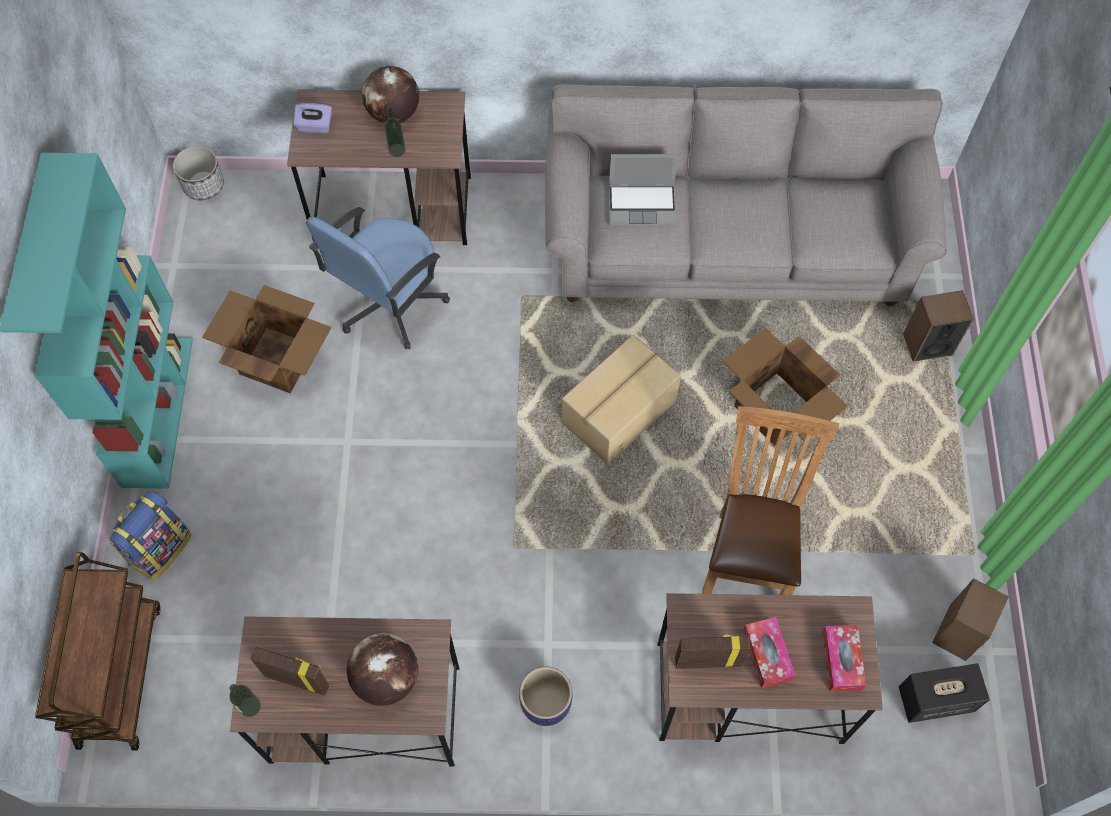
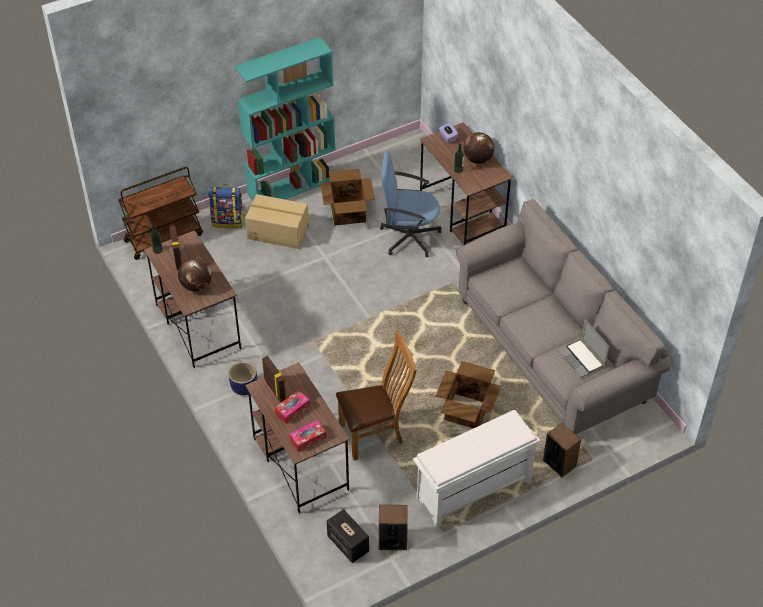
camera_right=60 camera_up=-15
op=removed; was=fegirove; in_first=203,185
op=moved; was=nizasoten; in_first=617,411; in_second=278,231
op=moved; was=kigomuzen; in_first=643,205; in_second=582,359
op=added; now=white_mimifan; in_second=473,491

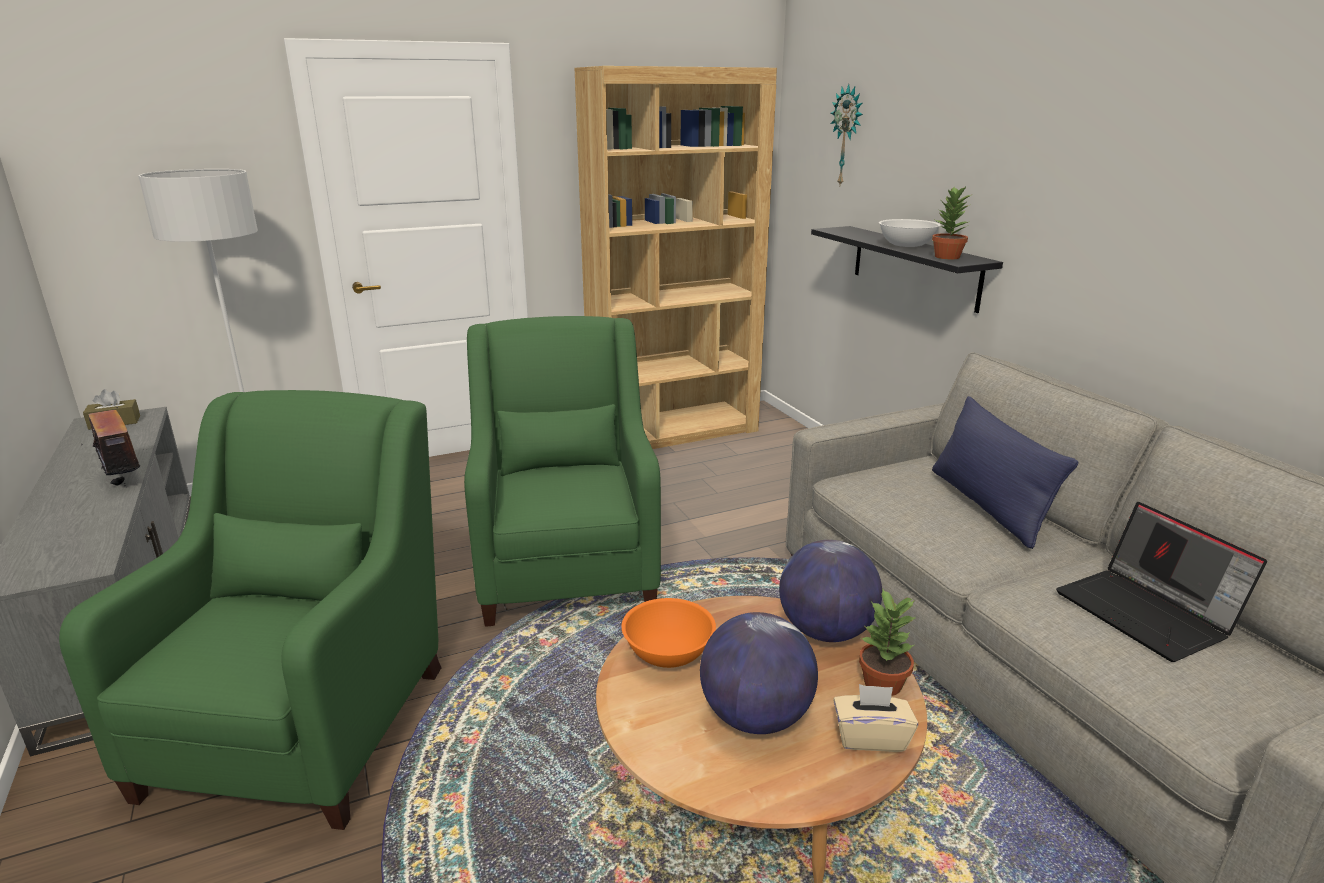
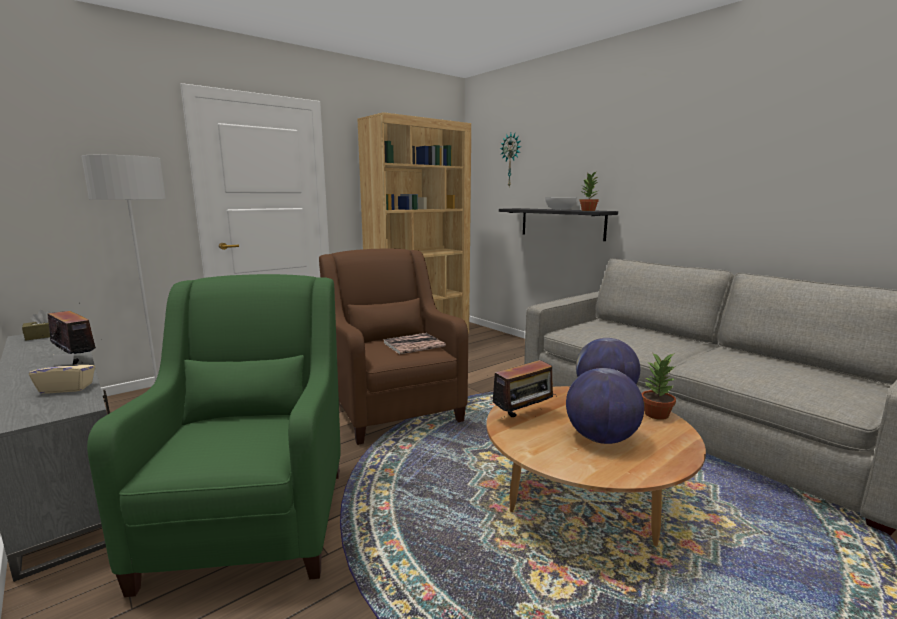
camera_right=-15 camera_up=-10
op=recoloured; was=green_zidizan; now=brown_zidizan; in_first=567,565; in_second=393,406
op=replaced; was=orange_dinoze; now=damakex; in_first=668,652; in_second=523,416
op=moved; was=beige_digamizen; in_first=870,737; in_second=67,388
op=removed; was=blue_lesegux; in_first=987,505
op=removed; was=kigomuzen; in_first=1147,613
op=added; now=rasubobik; in_second=414,344

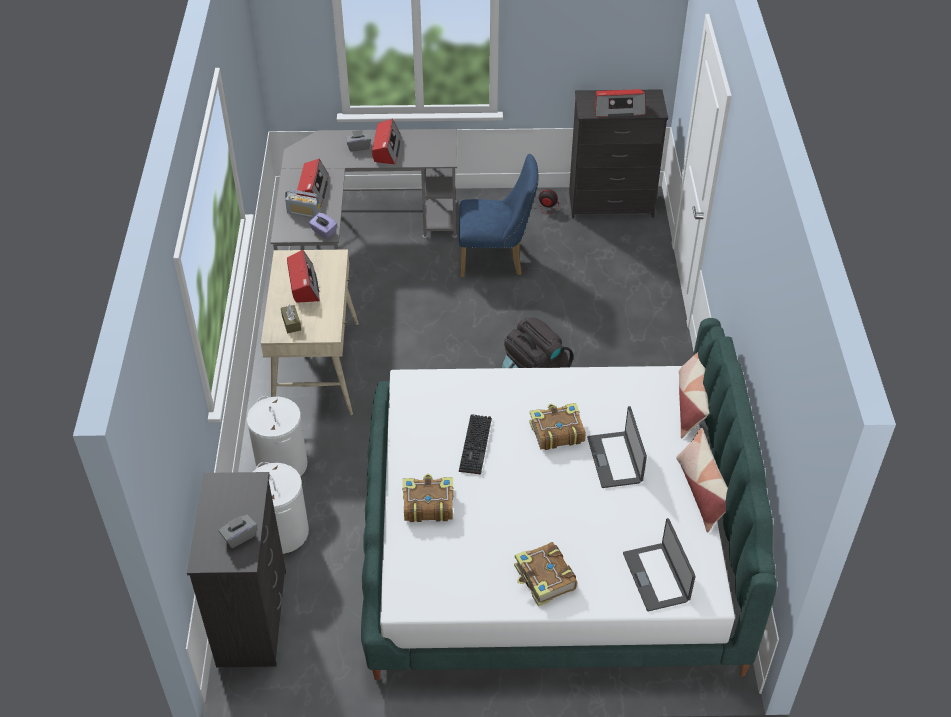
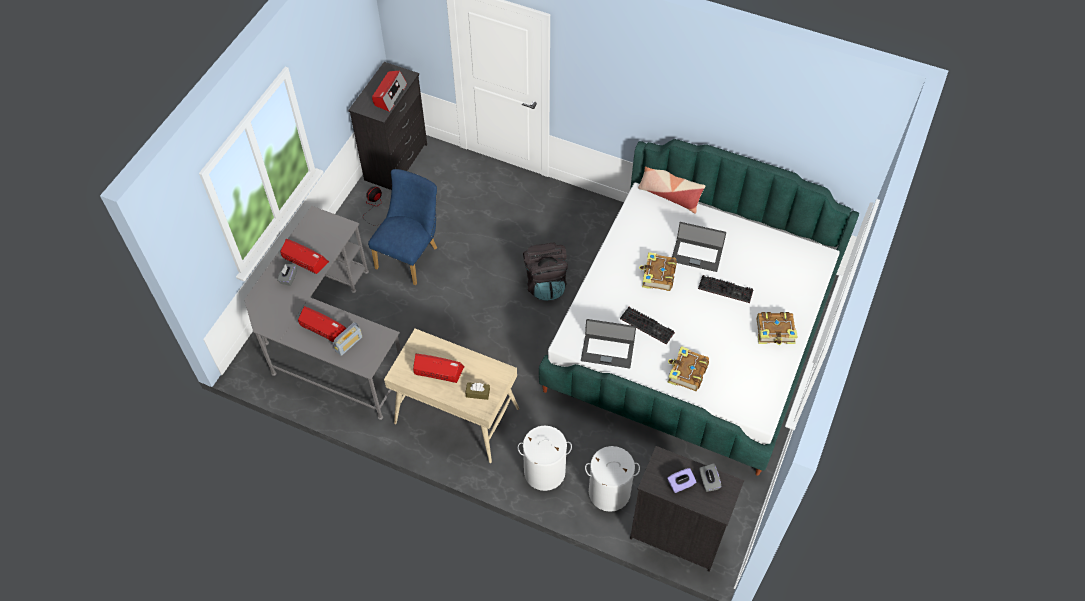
camera_right=-65 camera_up=10
op=moved; was=purple_digamizen; in_first=323,231; in_second=680,484
op=moved; was=kigomuzen; in_first=657,577; in_second=607,351
op=removed; was=lesegux; in_first=702,491
op=added; now=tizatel; in_second=726,289

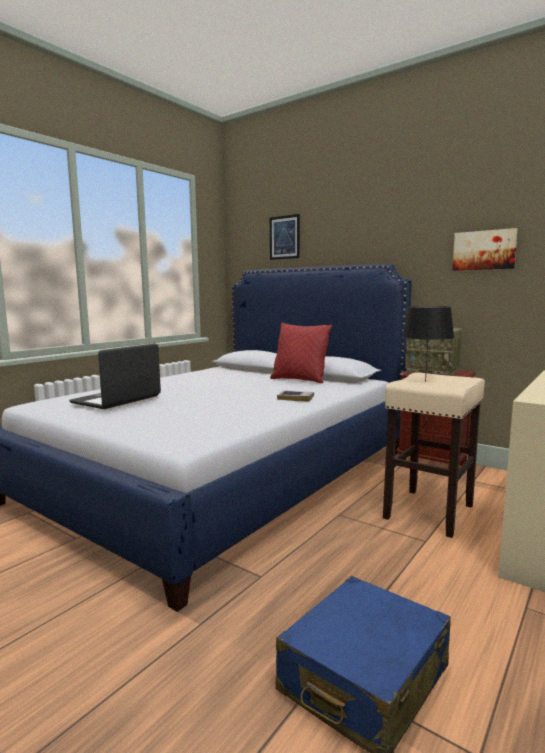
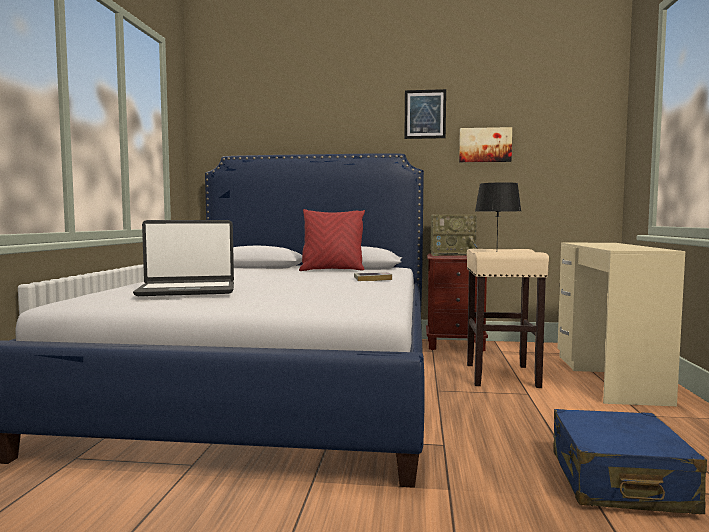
camera_right=-30 camera_up=-5
op=turned; was=kigomuzen; in_first=117,400; in_second=187,290; clockwise=-105
op=moved; was=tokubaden; in_first=284,237; in_second=425,114

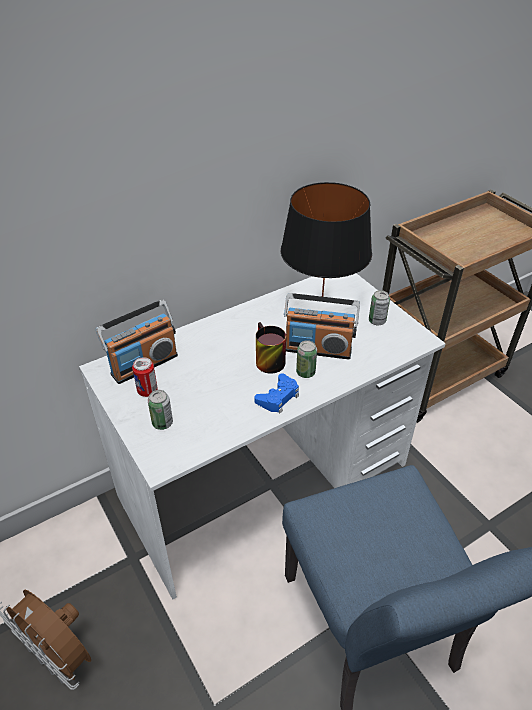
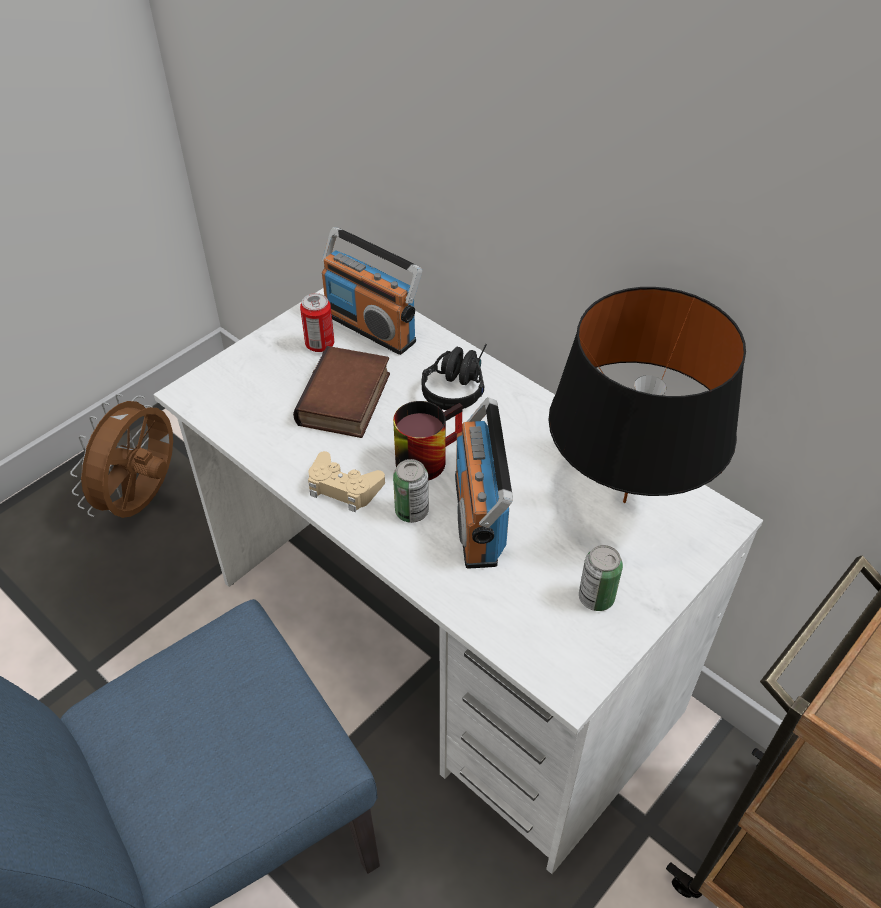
camera_right=75 camera_up=5
op=removed; was=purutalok; in_first=162,423
op=recoloured; was=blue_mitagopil; now=beige_mitagopil; in_first=278,397; in_second=343,487
op=added; now=rasubobik; in_second=346,401
op=added; now=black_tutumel; in_second=458,384

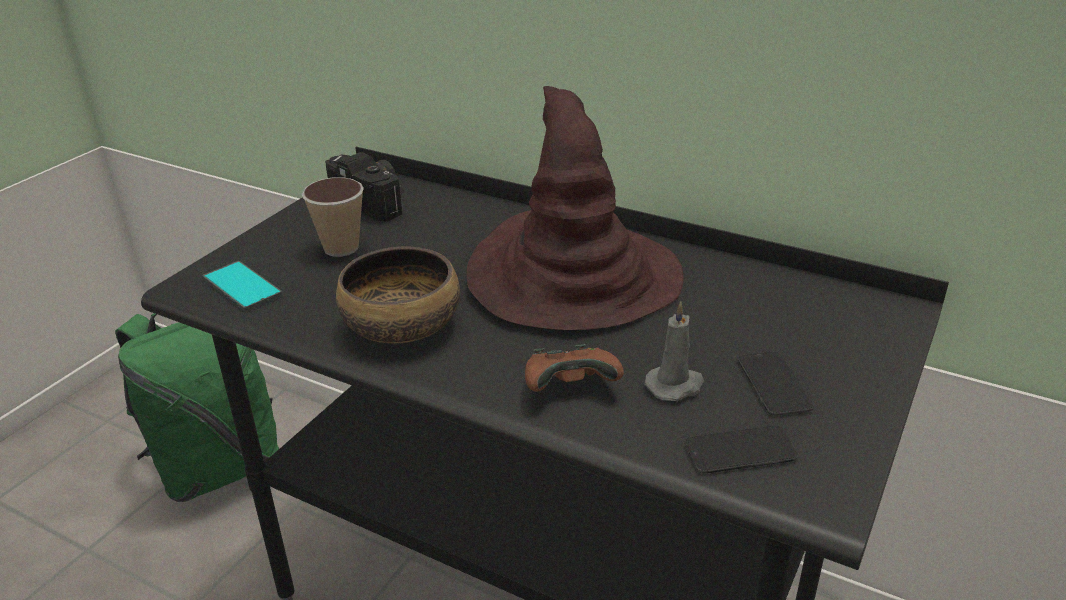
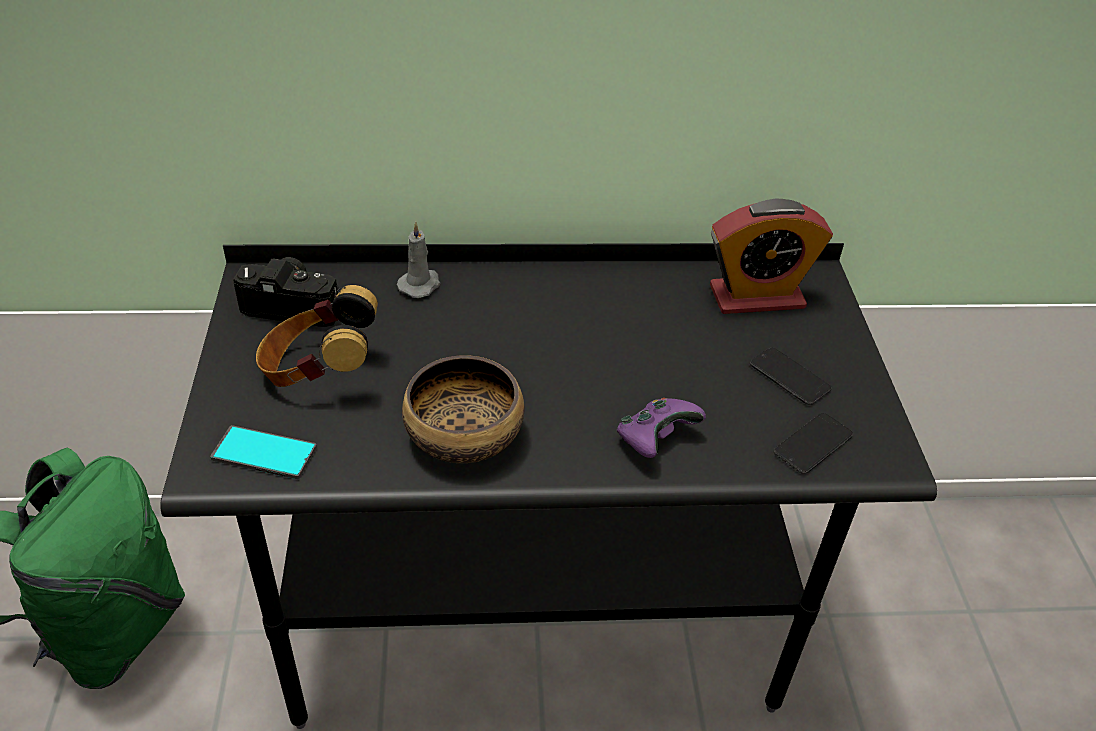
camera_right=-35 camera_up=10
op=replaced; was=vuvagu; now=tutumel; in_first=341,248; in_second=319,372
op=removed; was=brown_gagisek; in_first=572,277
op=recoloured; was=brown_mitagopil; now=purple_mitagopil; in_first=570,388; in_second=655,440
op=moved; was=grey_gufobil; in_first=675,385; in_second=420,284
op=added; now=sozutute; in_second=757,297

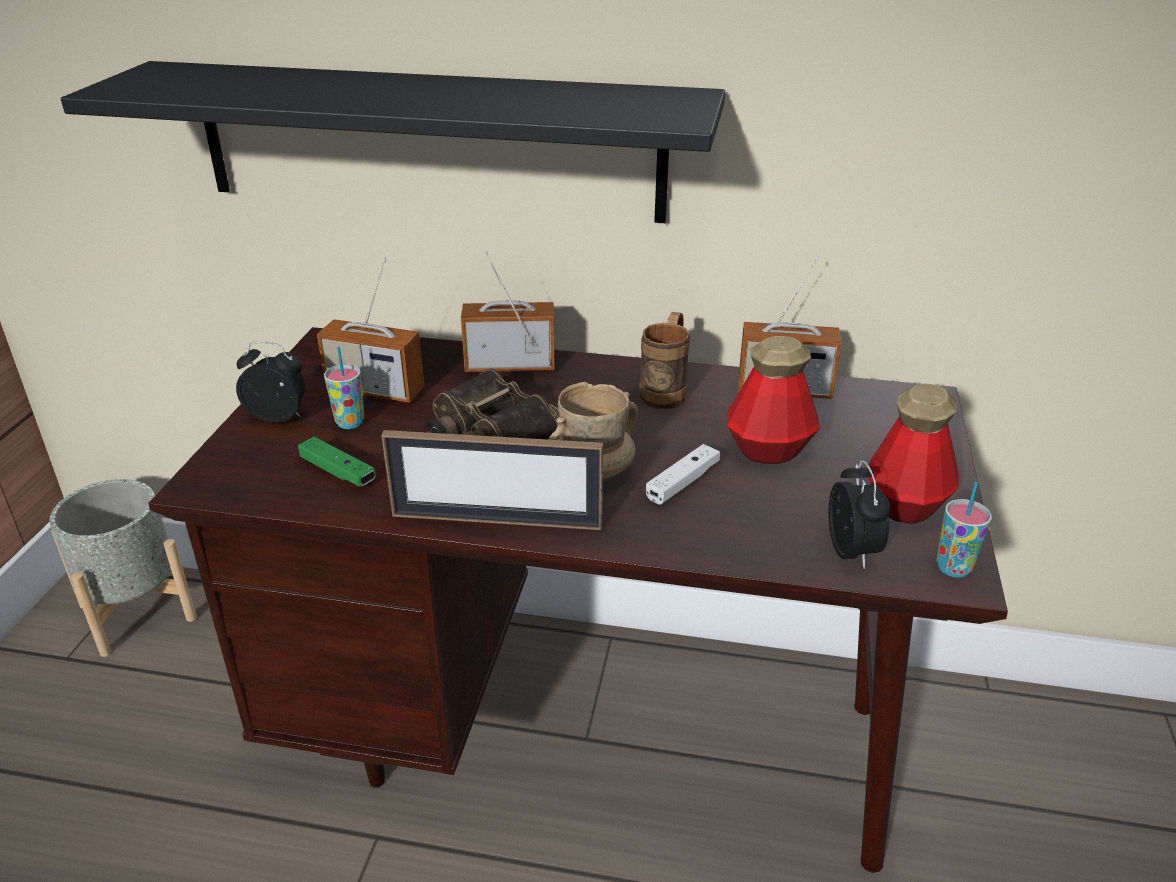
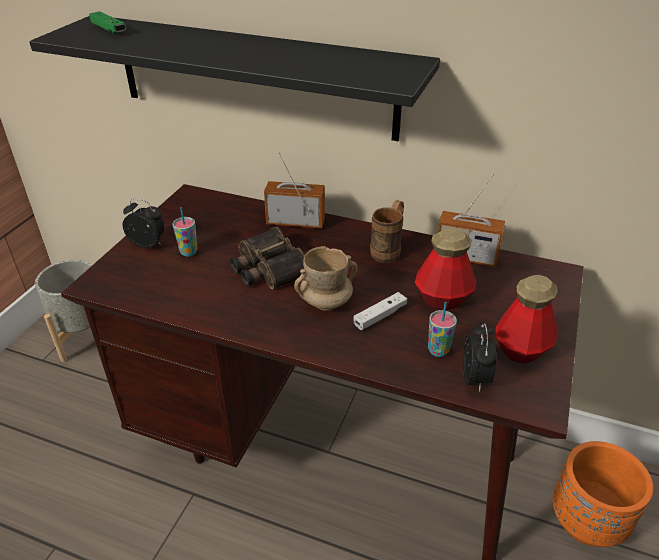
camera_right=10 camera_up=5
op=moved; was=green_mitagopil; in_first=338,472; in_second=109,29
op=removed; was=damakex; in_first=375,390
op=removed; was=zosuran; in_first=496,520
op=moved; was=vuvagu; in_first=953,568; in_second=438,350
op=added; now=orange_fegirove; in_second=587,521

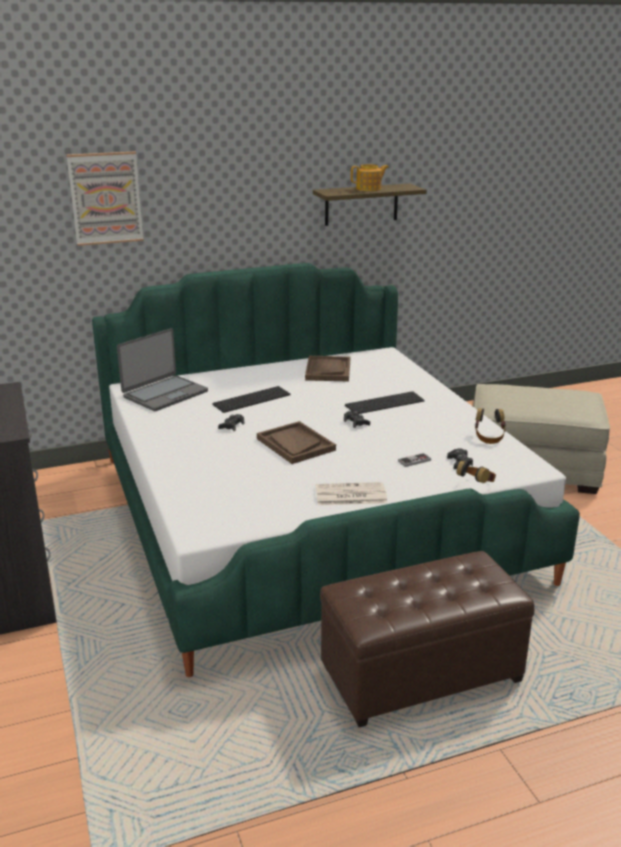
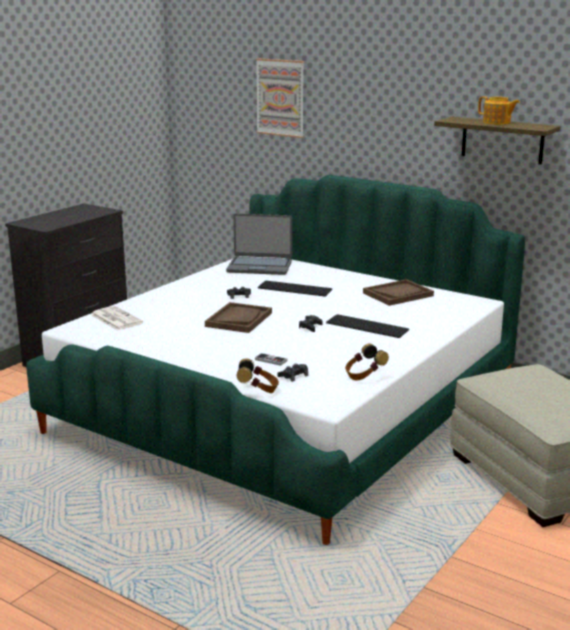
camera_right=55 camera_up=-5
op=moved; was=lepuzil; in_first=349,495; in_second=115,319
op=removed; was=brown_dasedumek; in_first=420,673

